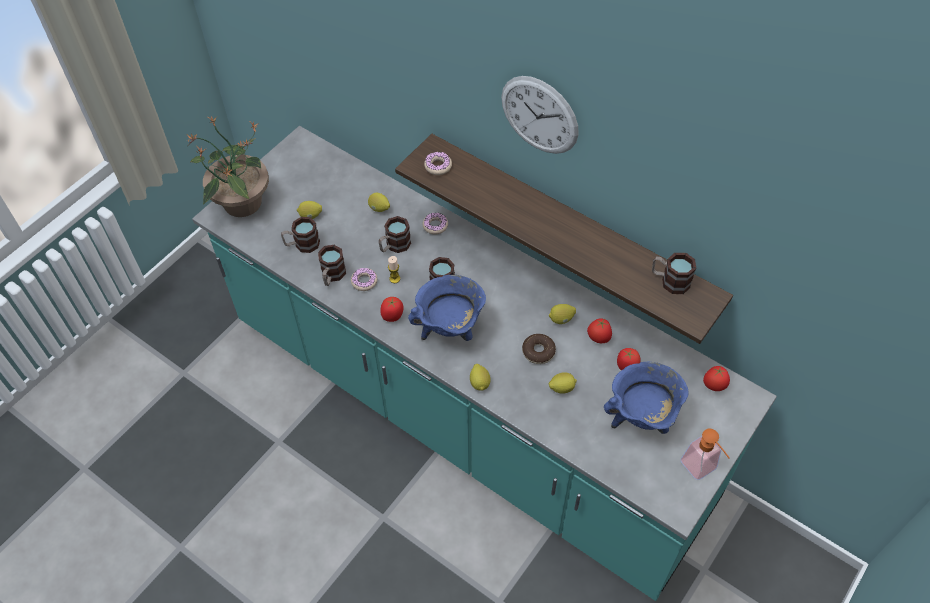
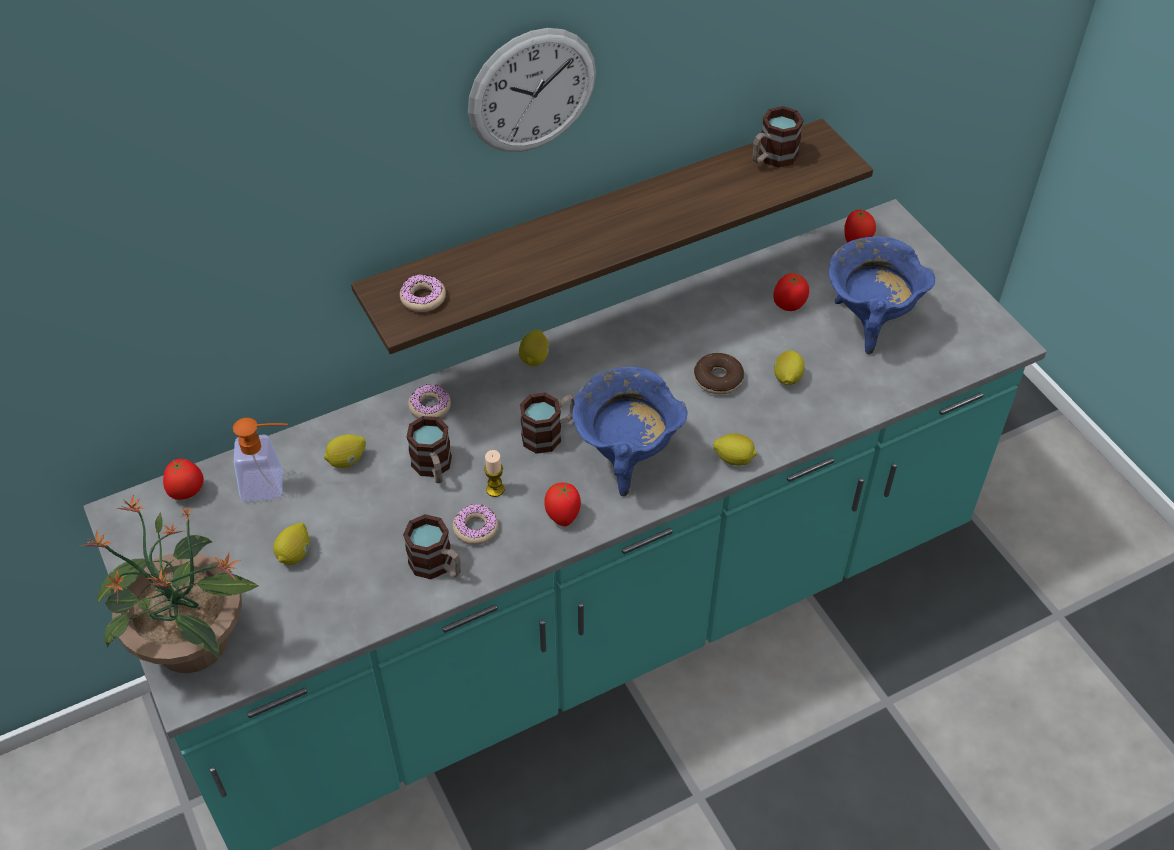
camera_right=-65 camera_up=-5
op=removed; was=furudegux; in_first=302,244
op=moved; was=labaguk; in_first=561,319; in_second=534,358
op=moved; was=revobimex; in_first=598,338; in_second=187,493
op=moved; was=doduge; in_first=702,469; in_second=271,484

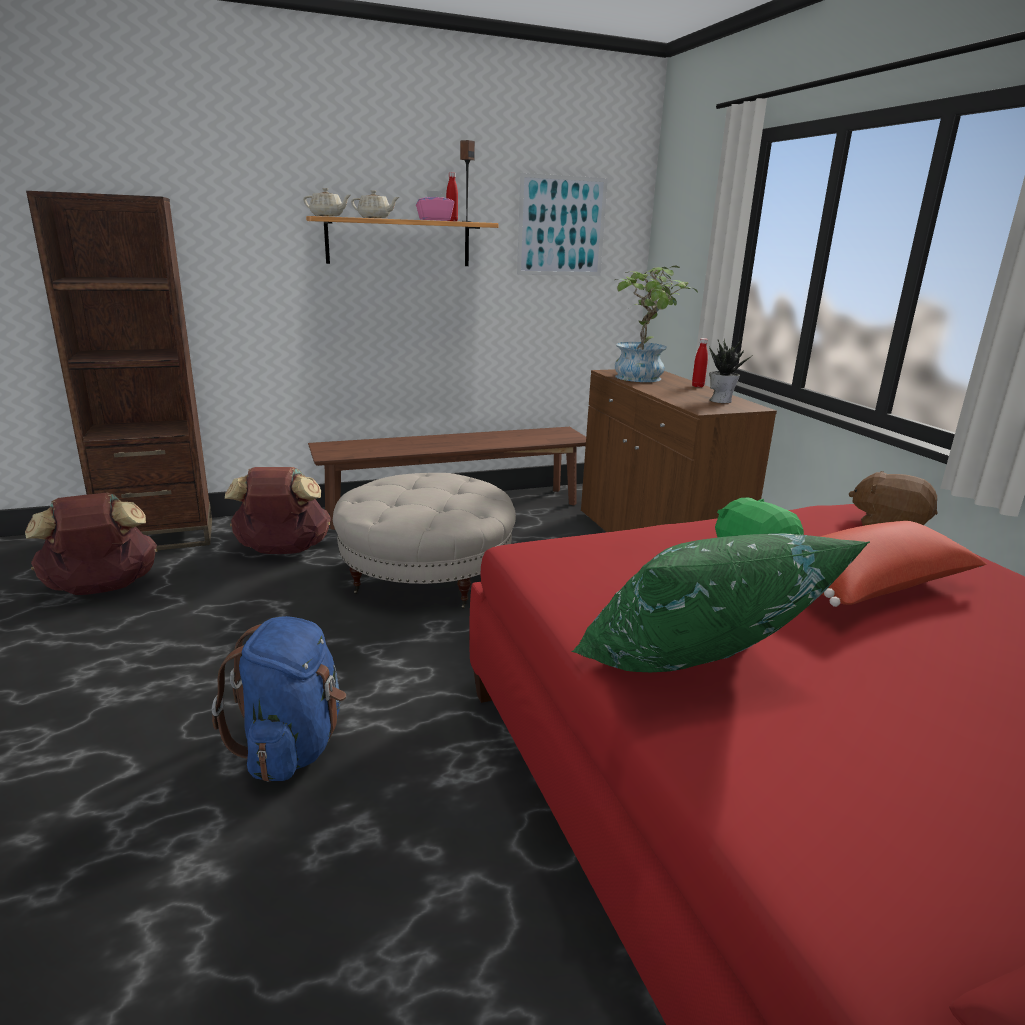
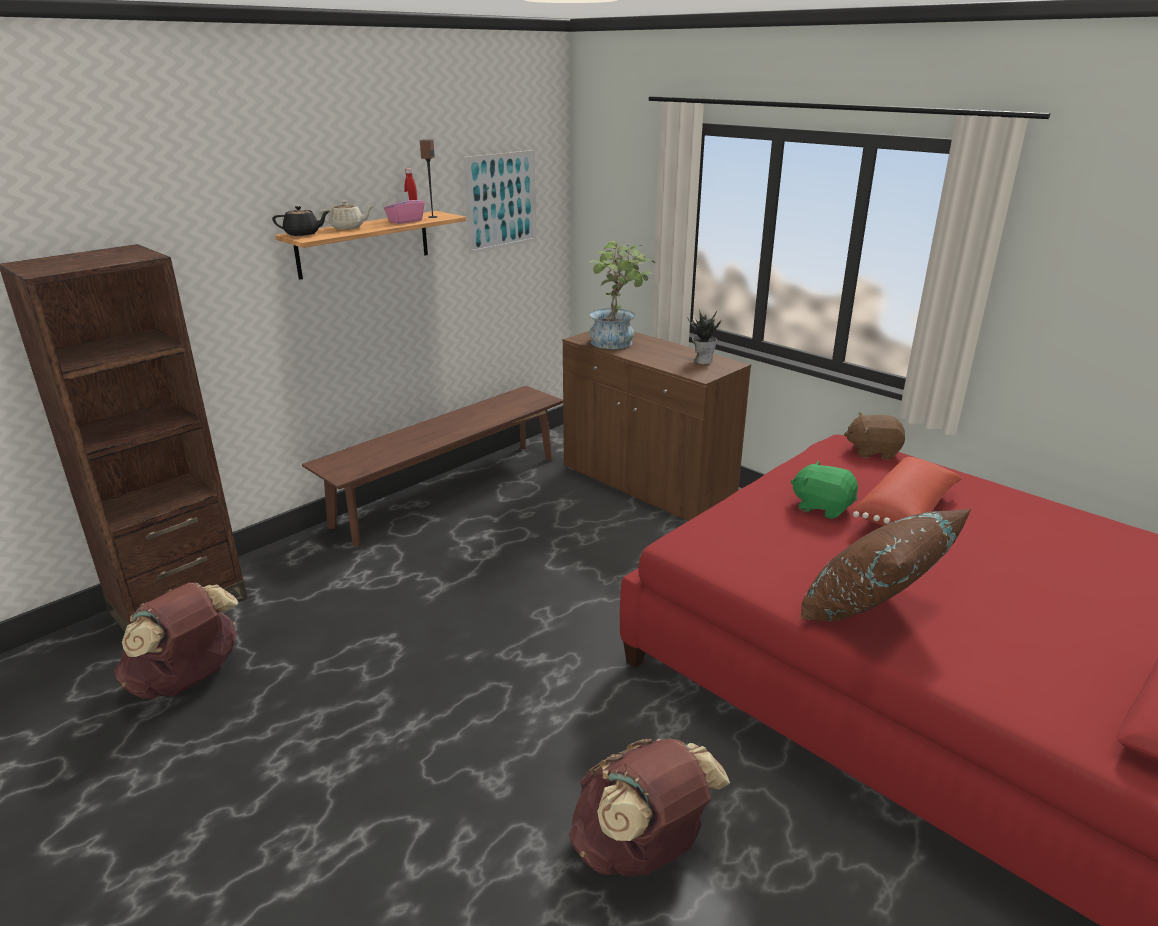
camera_right=-25 camera_up=5
op=removed; was=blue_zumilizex; in_first=292,746
op=moved; was=brown_zumilizex; in_first=282,551; in_second=640,849
op=recoloured; was=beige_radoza; now=black_radoza; in_first=327,216; in_second=303,234
op=removed; was=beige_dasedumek; in_first=426,575
op=recoloured; was=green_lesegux; now=brown_lesegux; in_first=695,675; in_second=872,610
op=removed; was=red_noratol; in_first=697,386

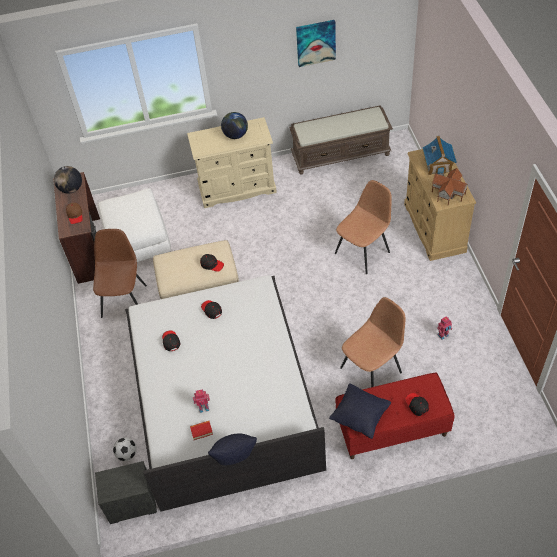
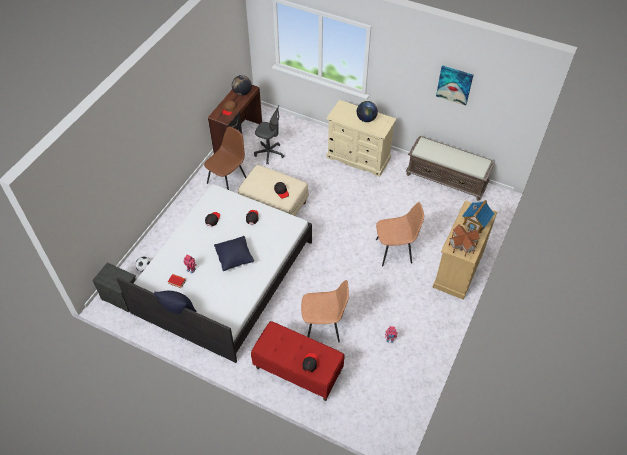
camera_right=35 camera_up=0
op=replaced; was=white_dasedumek; now=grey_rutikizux; in_first=139,242; in_second=269,153
op=moved; was=black_lesegux; in_first=360,416; in_second=234,258

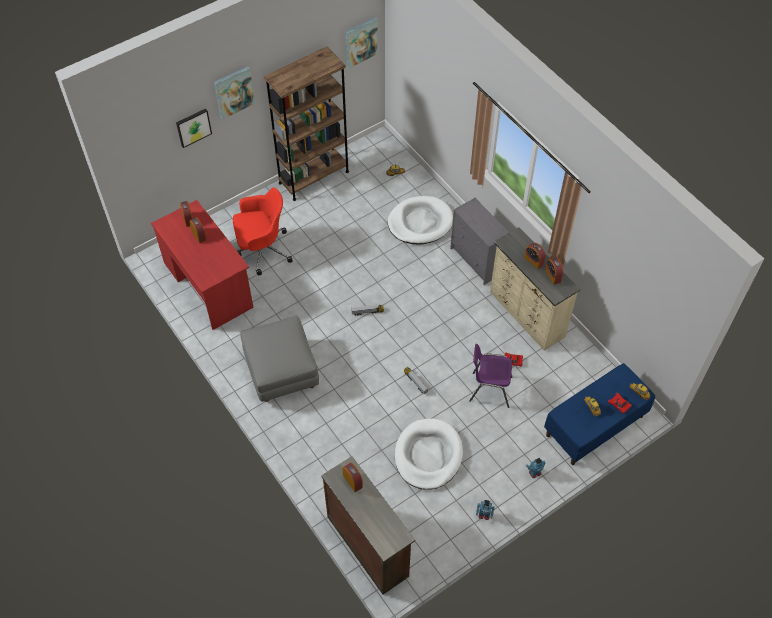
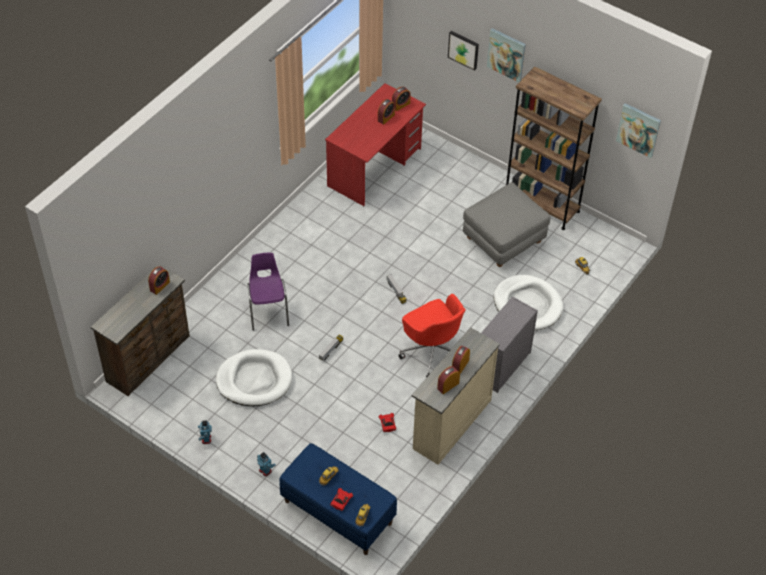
camera_right=70 camera_up=-5
op=moved; was=red_rutikizux; in_first=262,250; in_second=432,350
op=moved; was=grey_dasedumek; in_first=281,371; in_second=503,240
op=moved; was=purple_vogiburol; in_first=489,389; in_second=268,311

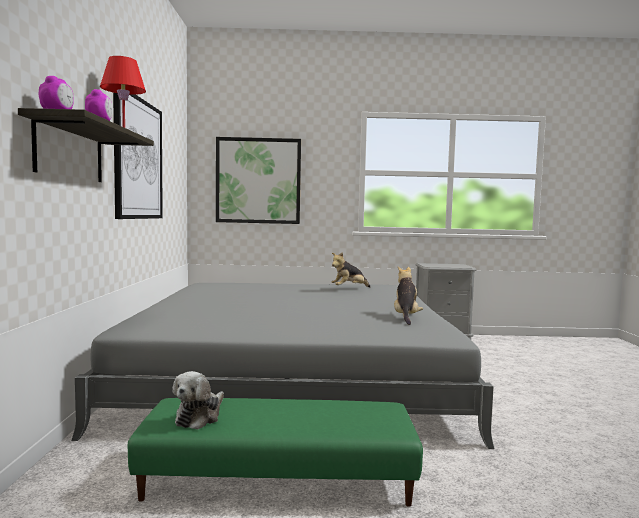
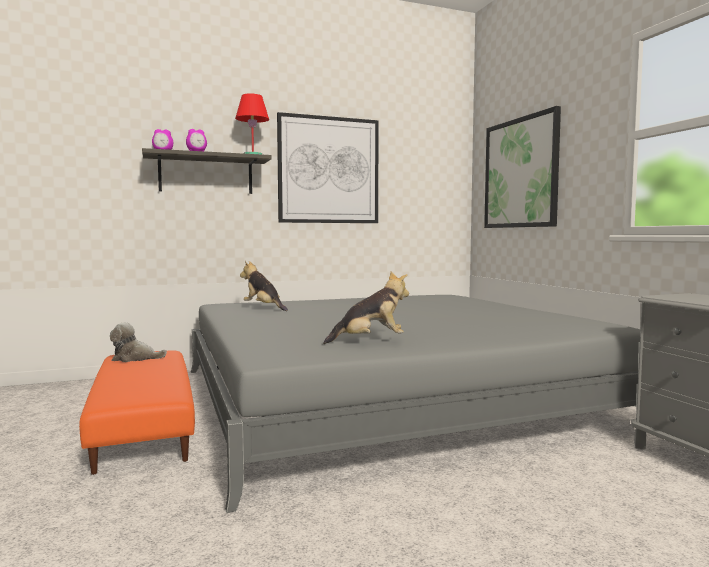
camera_right=70 camera_up=0
op=recoloured; was=green_dasedumek; now=orange_dasedumek; in_first=279,476; in_second=145,425
op=moved; was=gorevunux; in_first=349,288; in_second=263,308

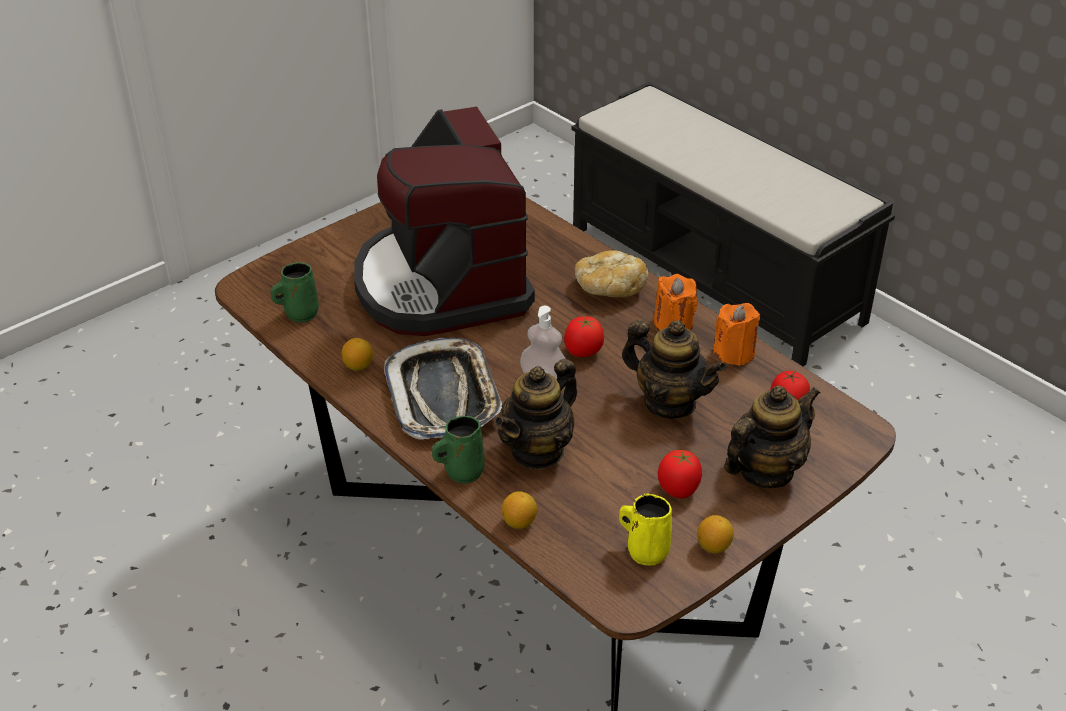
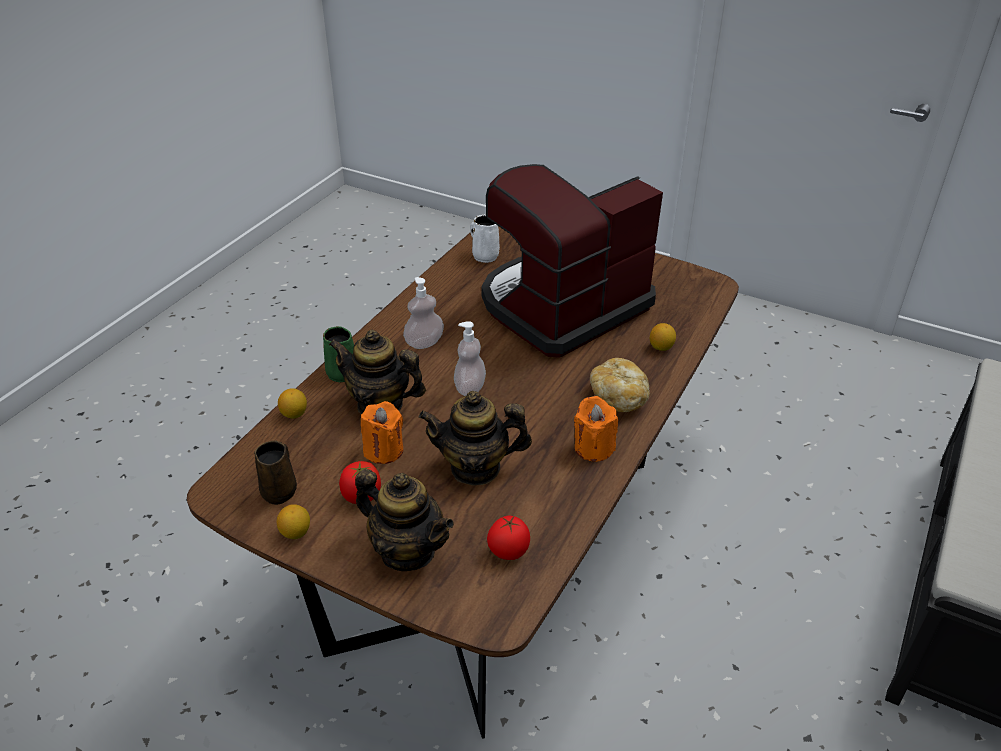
camera_right=70 camera_up=0
op=recoloured; was=green_furudegux; now=white_furudegux; in_first=299,314; in_second=484,256
op=moved; was=labaguk; in_first=358,366; in_second=661,347
op=replaced; was=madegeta; now=doduge; in_first=444,396; in_second=424,342
op=removed; was=revobimex; in_first=583,351
op=recoloured; was=yellow_furudegux; now=brown_furudegux; in_first=645,550; in_second=280,491
op=turned; was=radoza; in_first=669,403; in_second=476,468; clockwise=75
op=moved; was=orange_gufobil; in_first=734,353; in_second=384,450

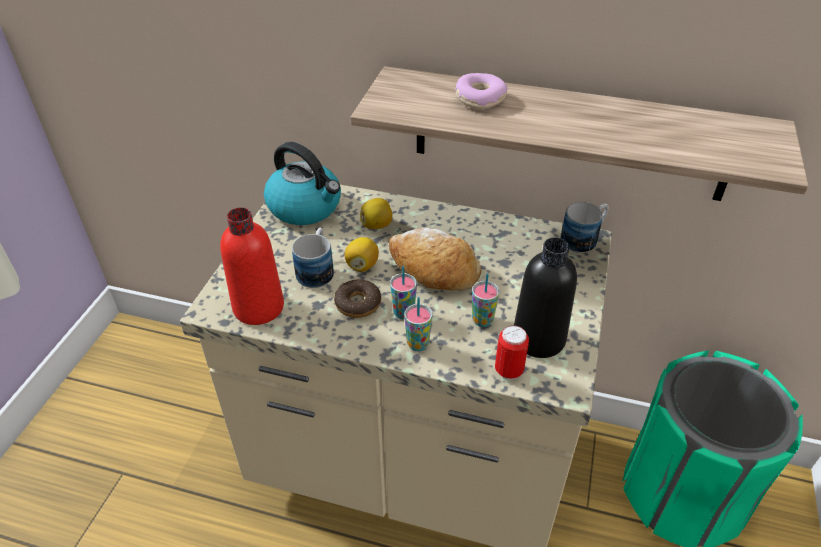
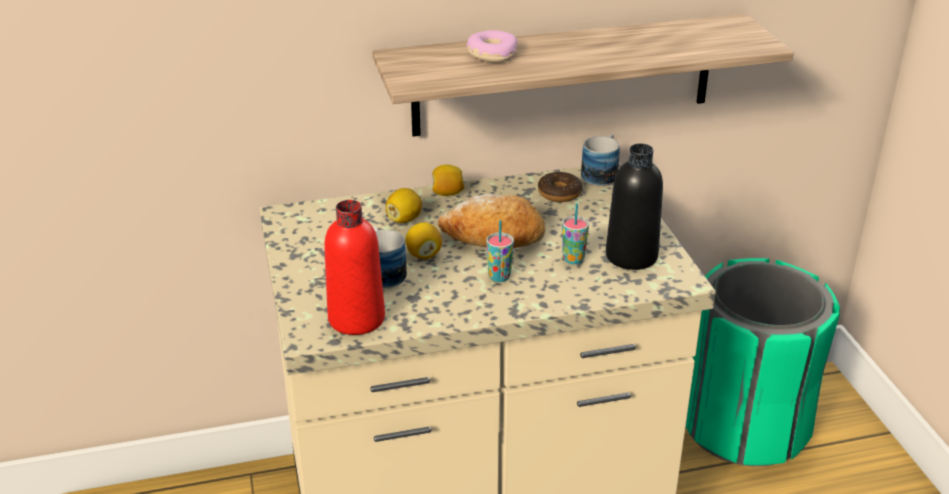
camera_right=-30 camera_up=-10
op=removed; was=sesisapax; in_first=306,207
op=moved; was=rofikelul; in_first=358,304; in_second=559,193
op=removed; was=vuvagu; in_first=418,344
op=removed; was=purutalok; in_first=508,371
op=added; now=labaguk; in_second=447,193

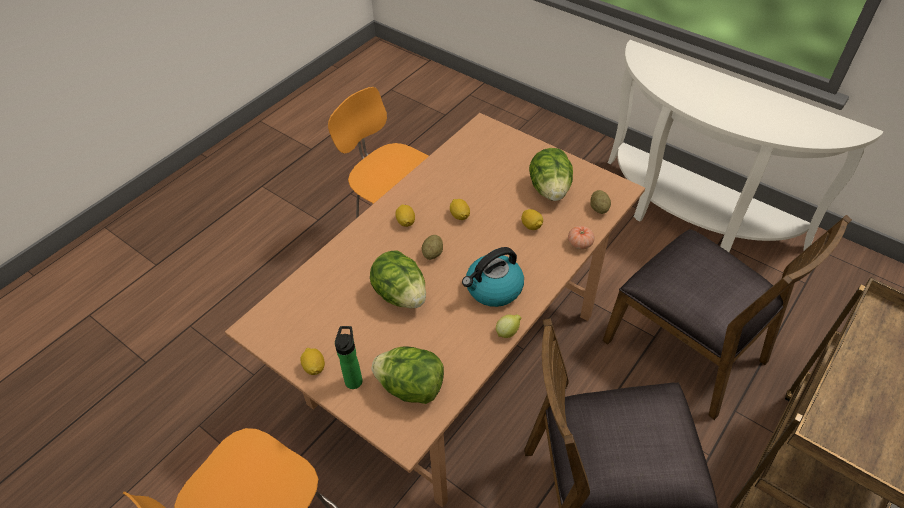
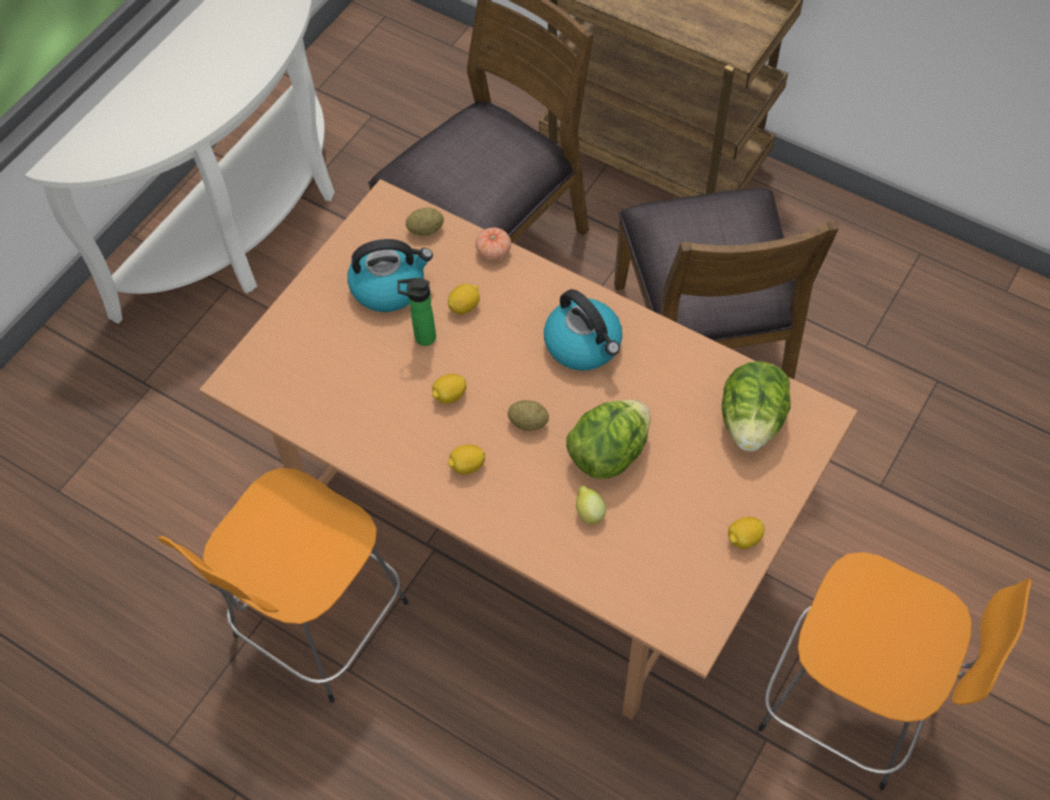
camera_right=-95 camera_up=10
op=moved; was=noratol; in_first=354,379; in_second=421,337
op=moved; was=labaguk; in_first=508,332; in_second=589,512
op=replaced; was=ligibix; now=sesisapax; in_first=550,189; in_second=389,286

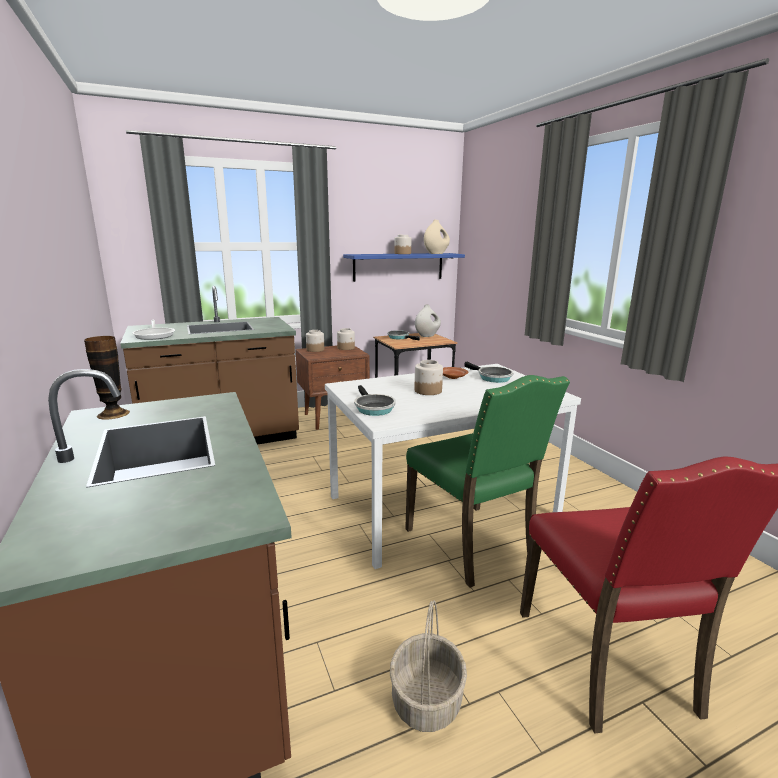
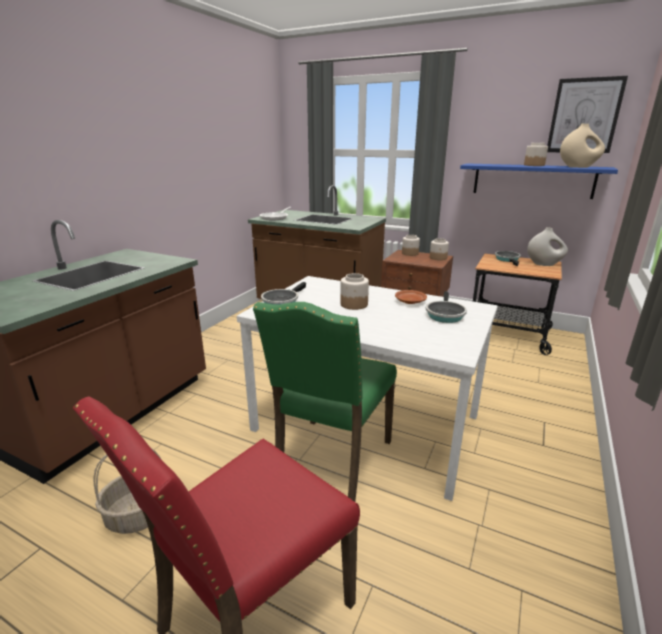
camera_right=50 camera_up=5
op=removed; was=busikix; in_first=113,414
op=added; now=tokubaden; in_second=584,116

